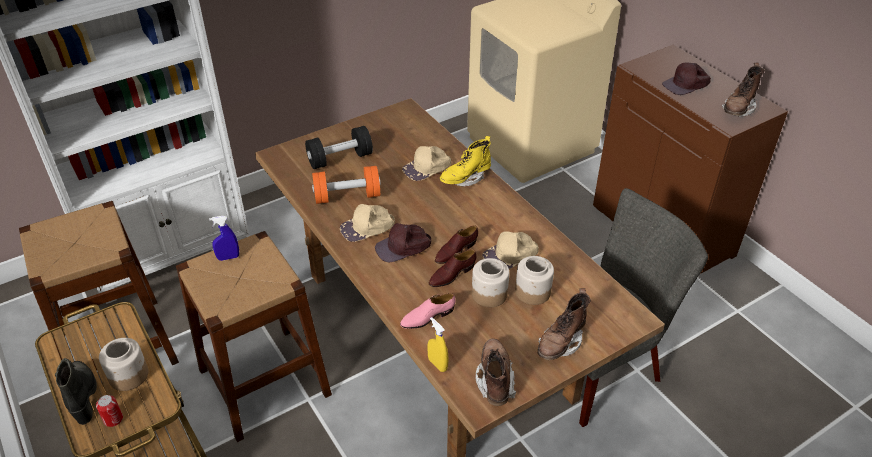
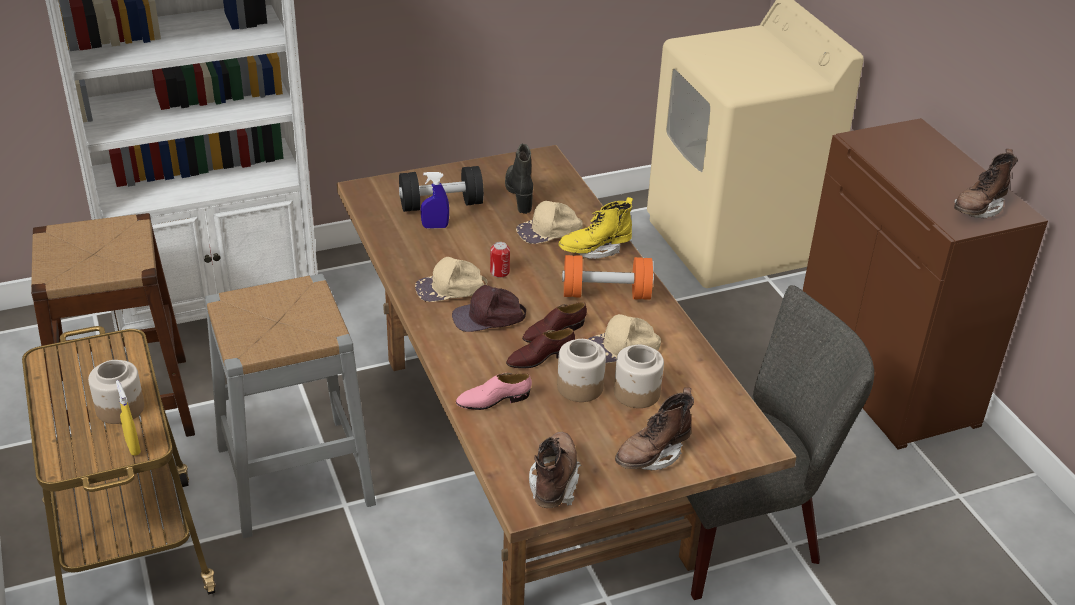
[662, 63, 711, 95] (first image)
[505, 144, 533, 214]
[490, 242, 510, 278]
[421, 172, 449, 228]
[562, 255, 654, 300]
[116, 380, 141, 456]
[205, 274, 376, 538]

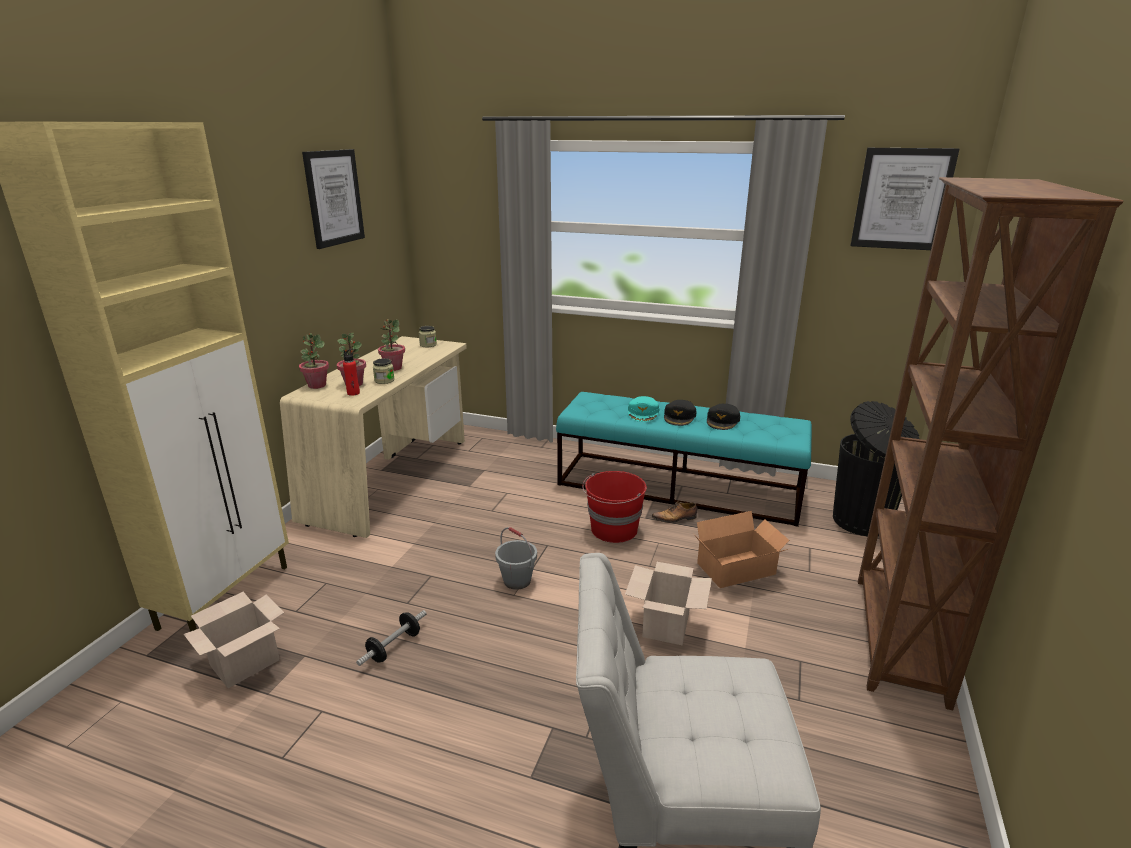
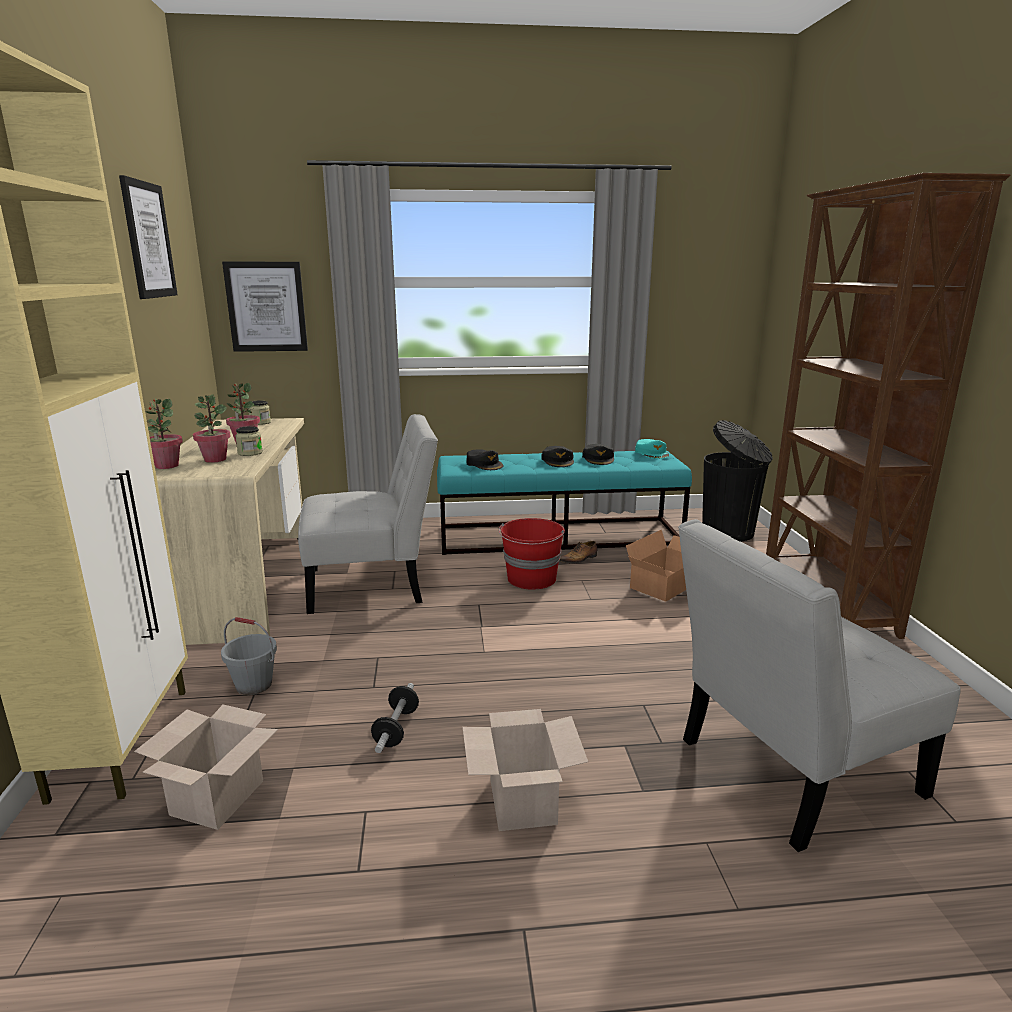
[343, 349, 360, 396] (first image)
[298, 414, 438, 614]
[466, 449, 503, 470]
[221, 617, 277, 695]
[463, 709, 588, 831]
[635, 439, 669, 459]
[222, 262, 308, 352]

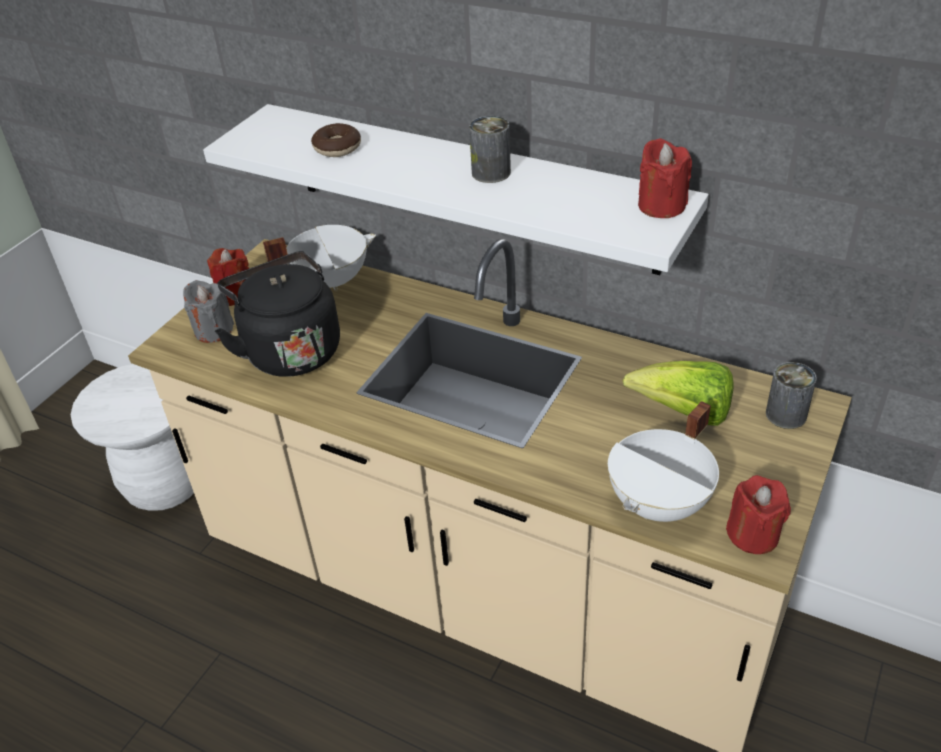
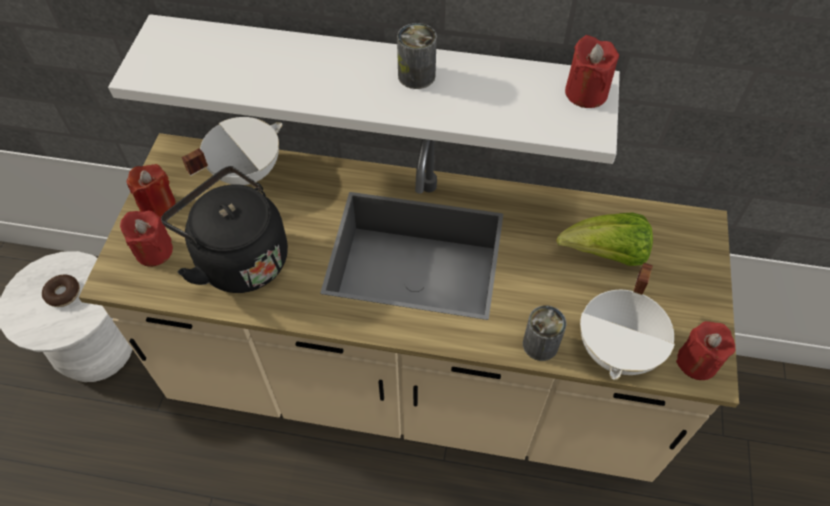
[42, 275, 80, 307]
[523, 305, 567, 361]
[120, 211, 173, 267]

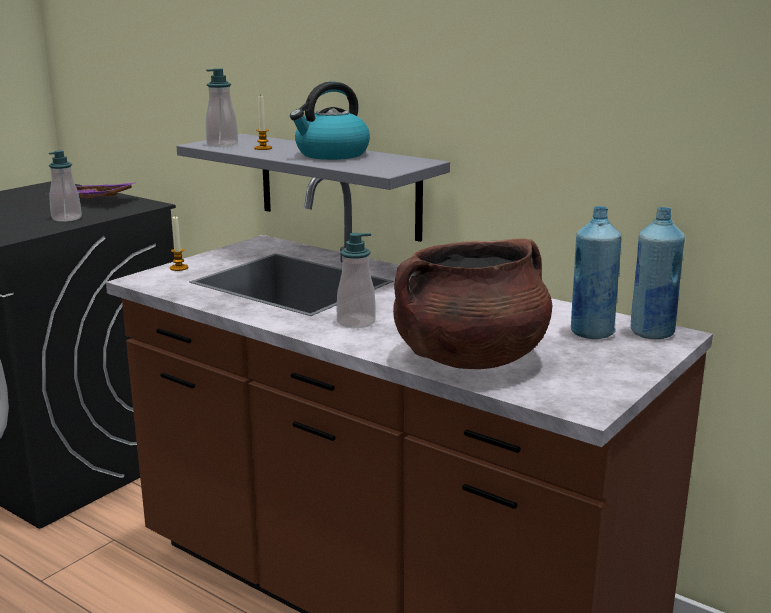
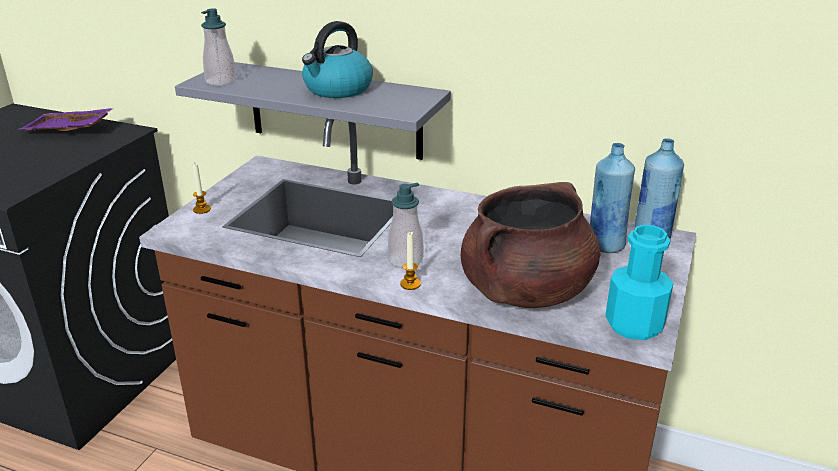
[49, 150, 82, 222] (first image)
[605, 225, 674, 340]
[400, 232, 421, 290]

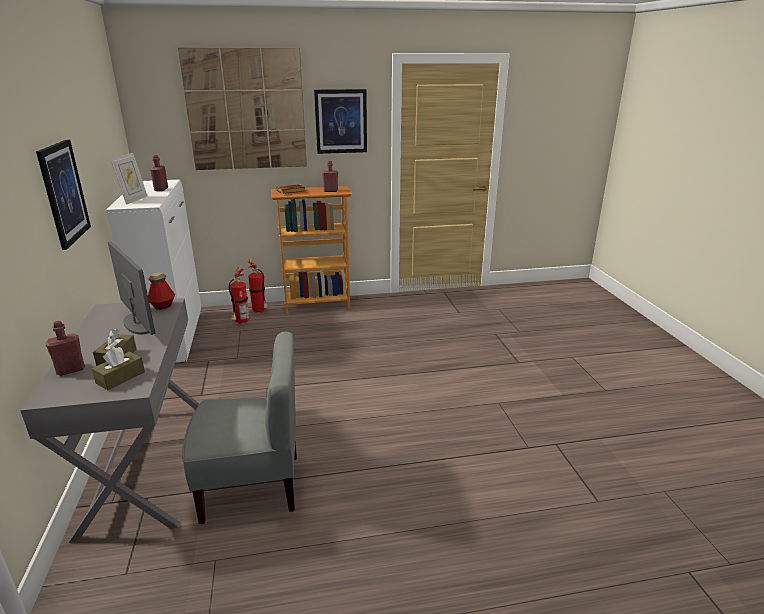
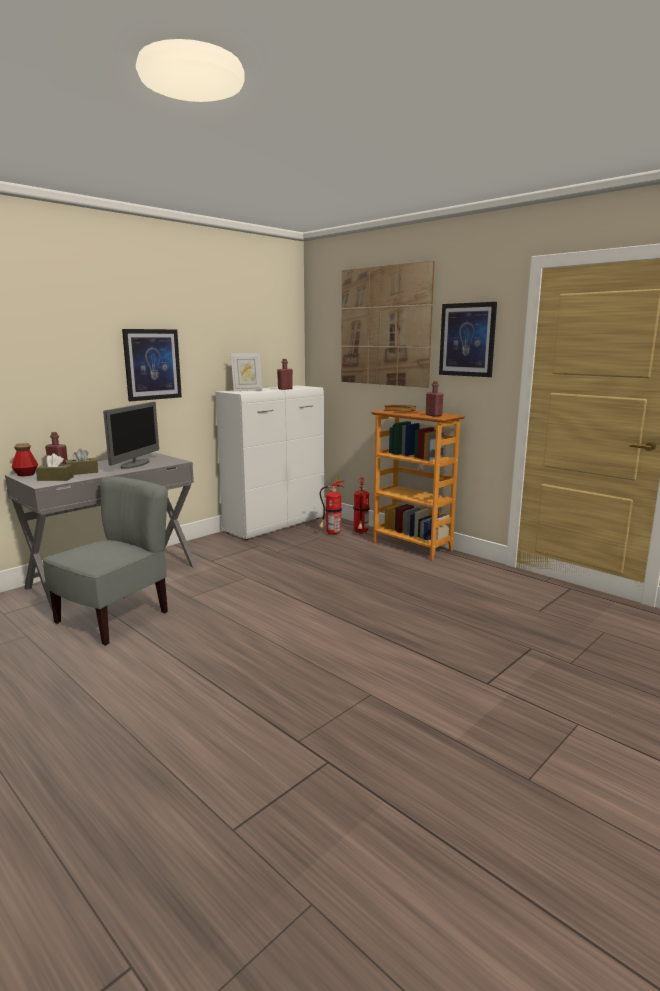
[12, 443, 38, 476]
[42, 476, 168, 645]

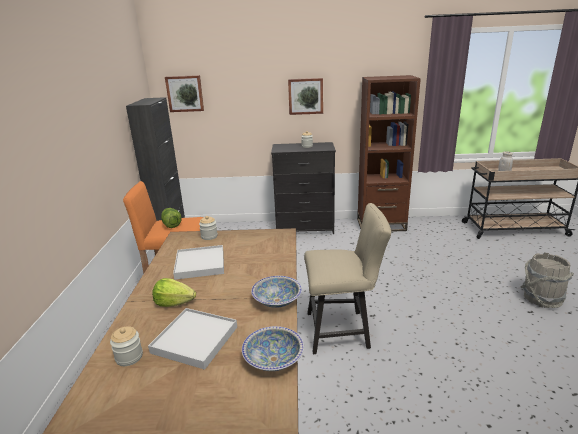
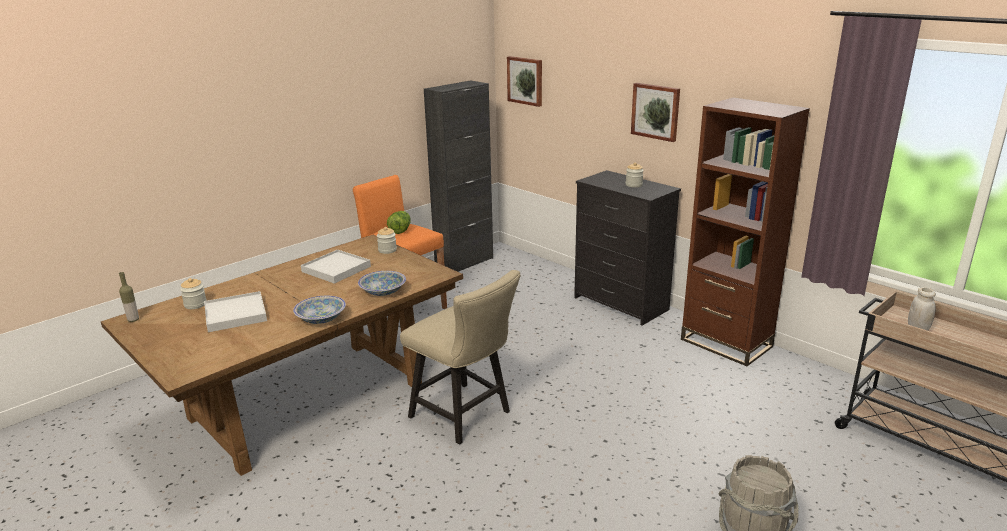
[152, 278, 196, 307] (first image)
[119, 272, 139, 322]
[358, 271, 406, 296]

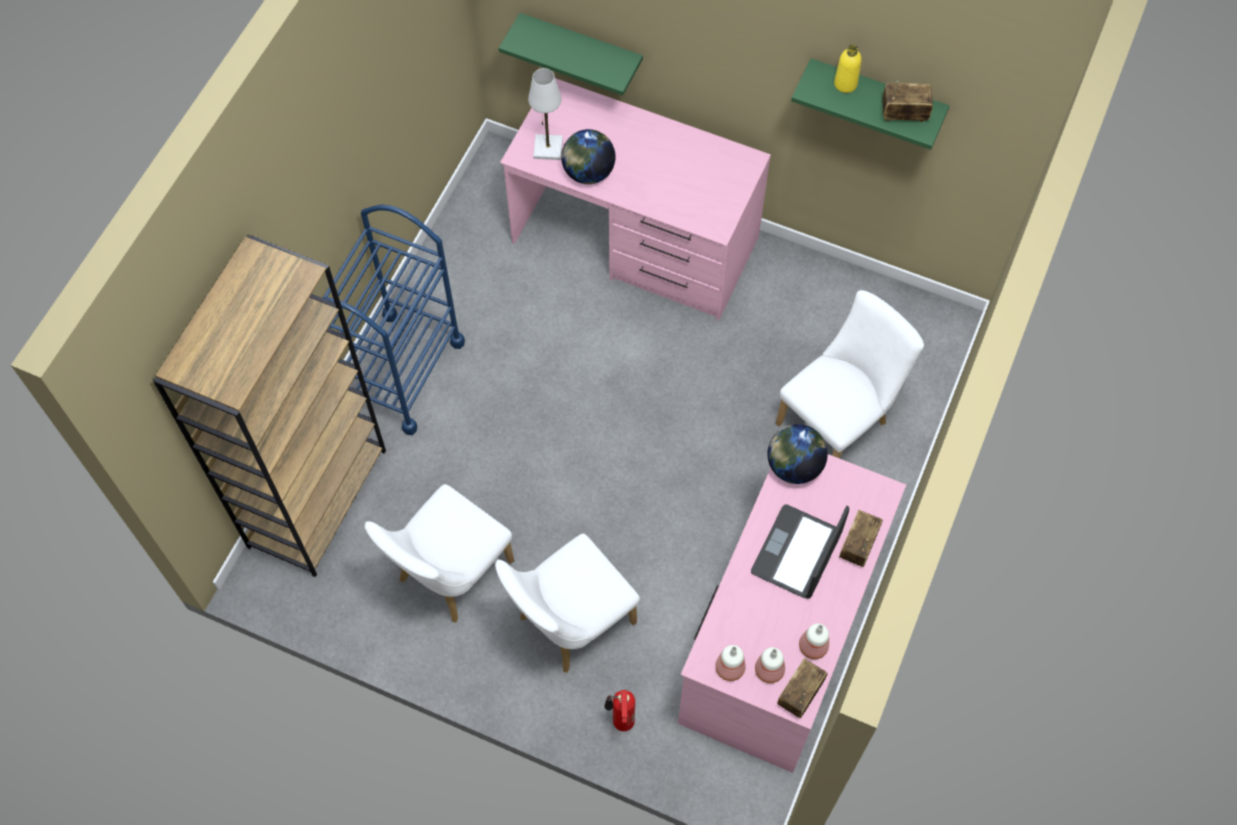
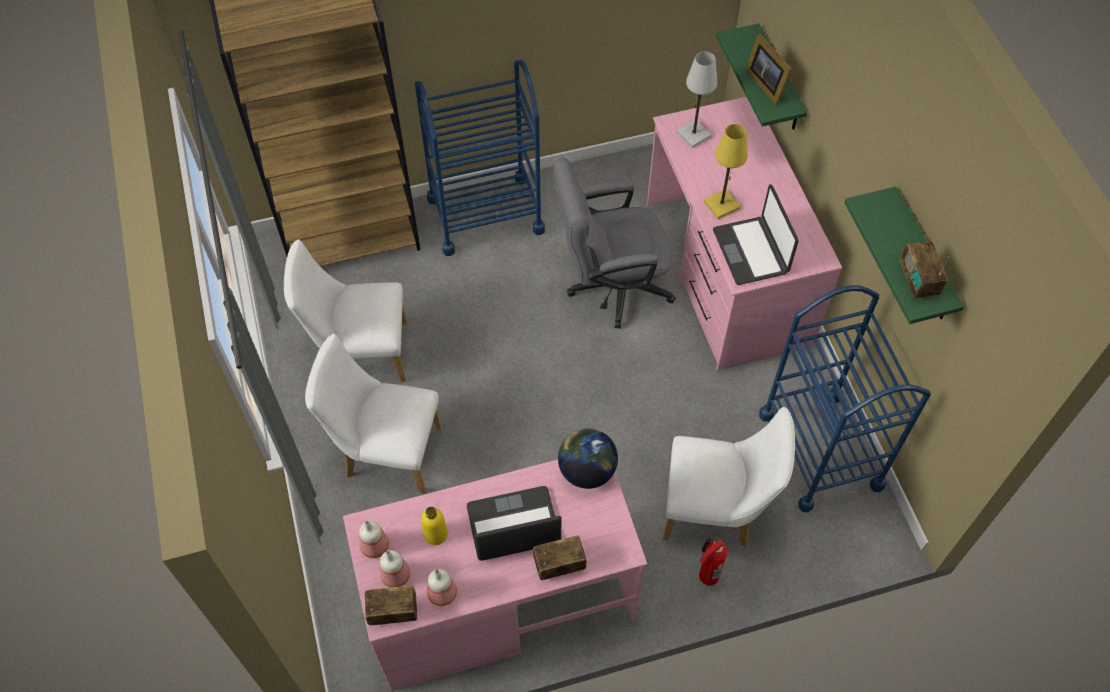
[561, 129, 616, 184] (first image)
[553, 158, 676, 329]
[704, 124, 748, 219]
[713, 184, 798, 285]
[745, 33, 792, 105]
[759, 285, 931, 512]
[699, 536, 727, 586]
[421, 507, 448, 545]
[900, 241, 949, 299]

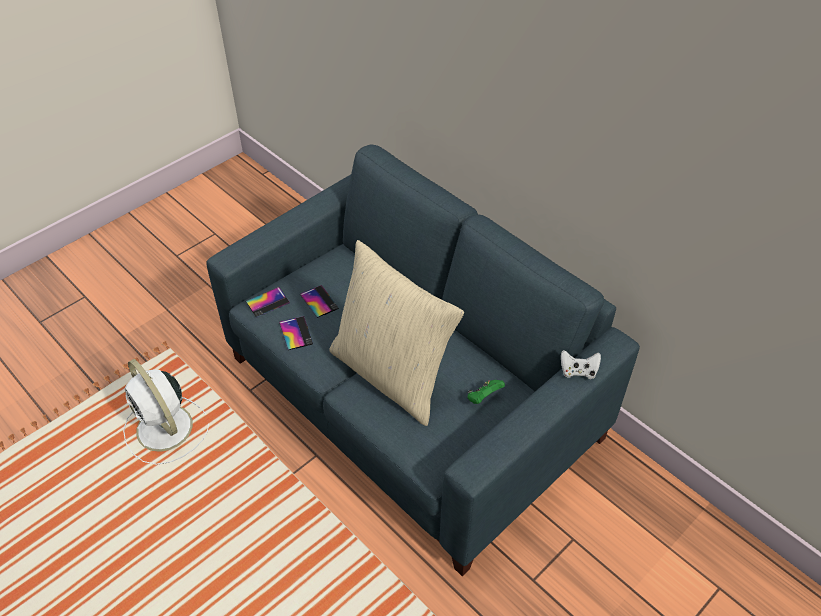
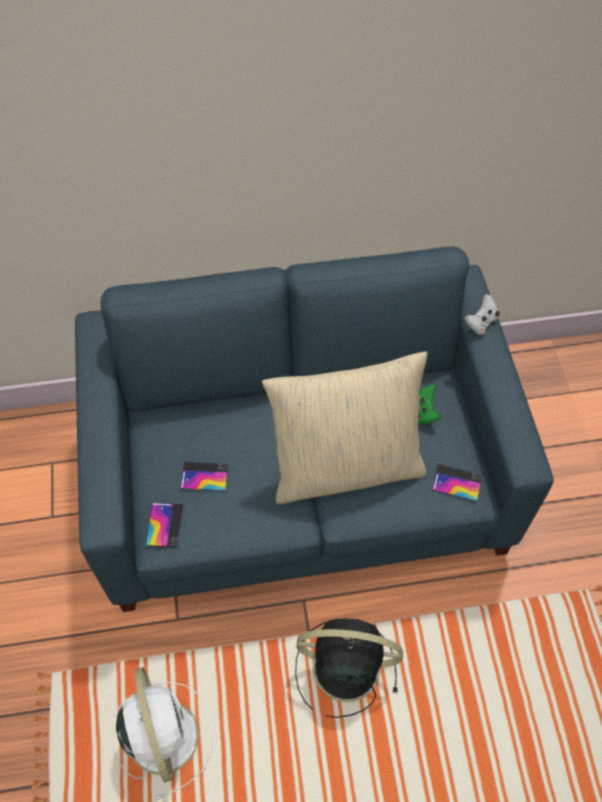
[295, 618, 403, 718]
[432, 464, 482, 501]
[110, 667, 214, 800]

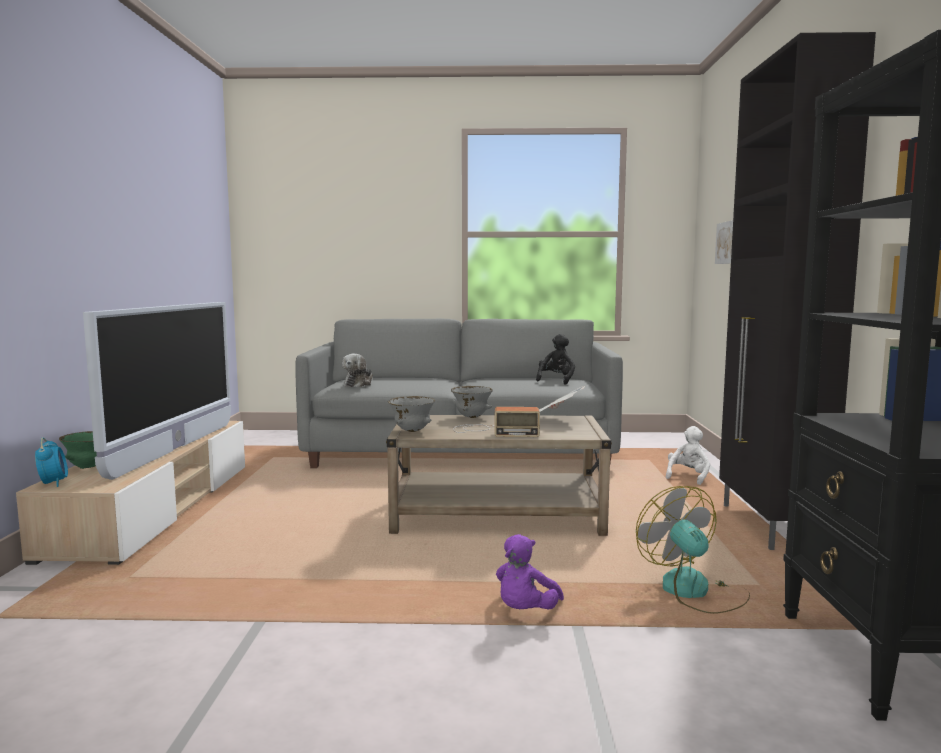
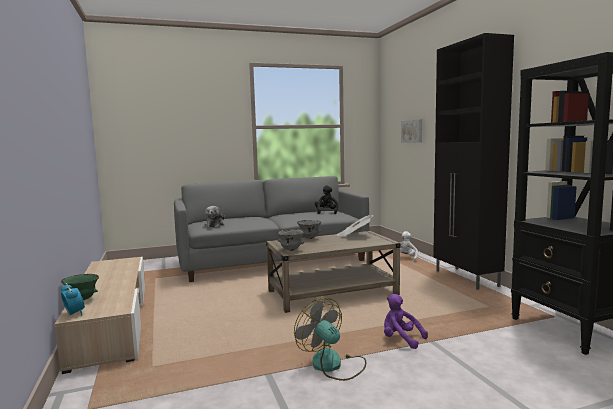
[83, 302, 231, 480] (first image)
[453, 407, 540, 437] (first image)
[294, 298, 366, 381]
[384, 294, 428, 349]

